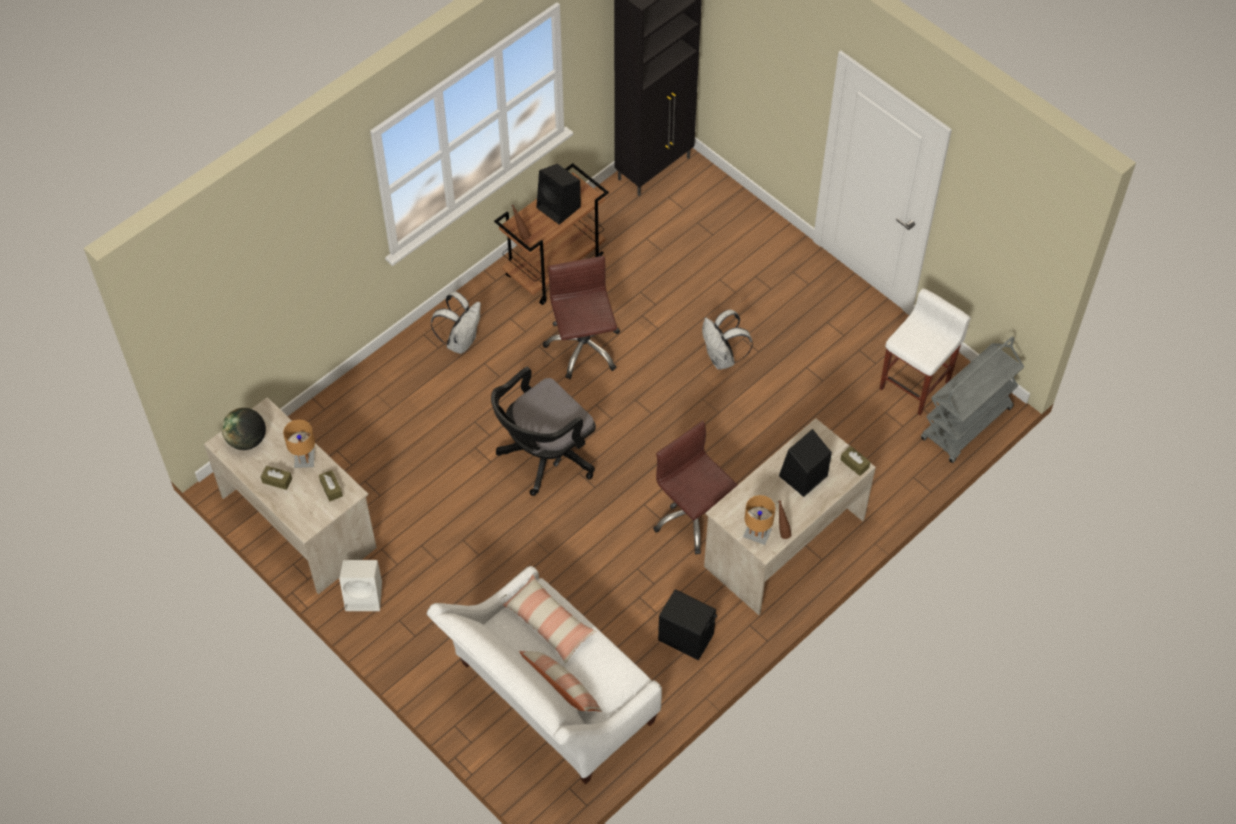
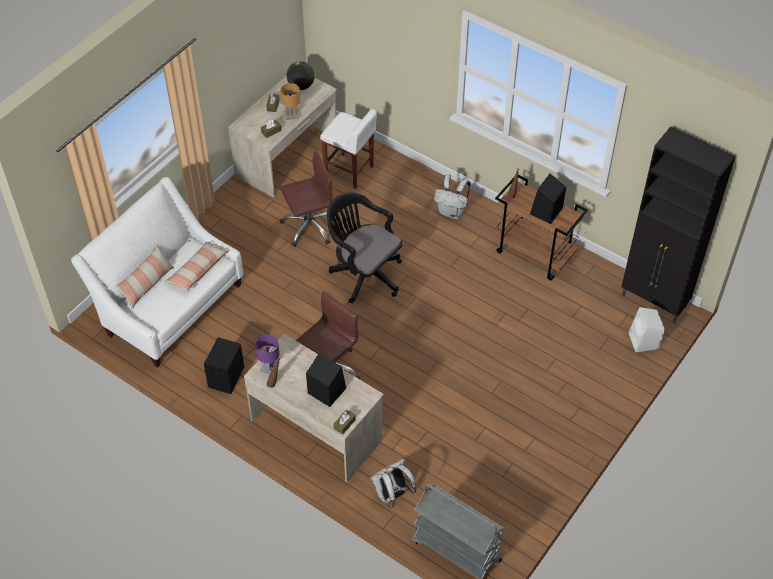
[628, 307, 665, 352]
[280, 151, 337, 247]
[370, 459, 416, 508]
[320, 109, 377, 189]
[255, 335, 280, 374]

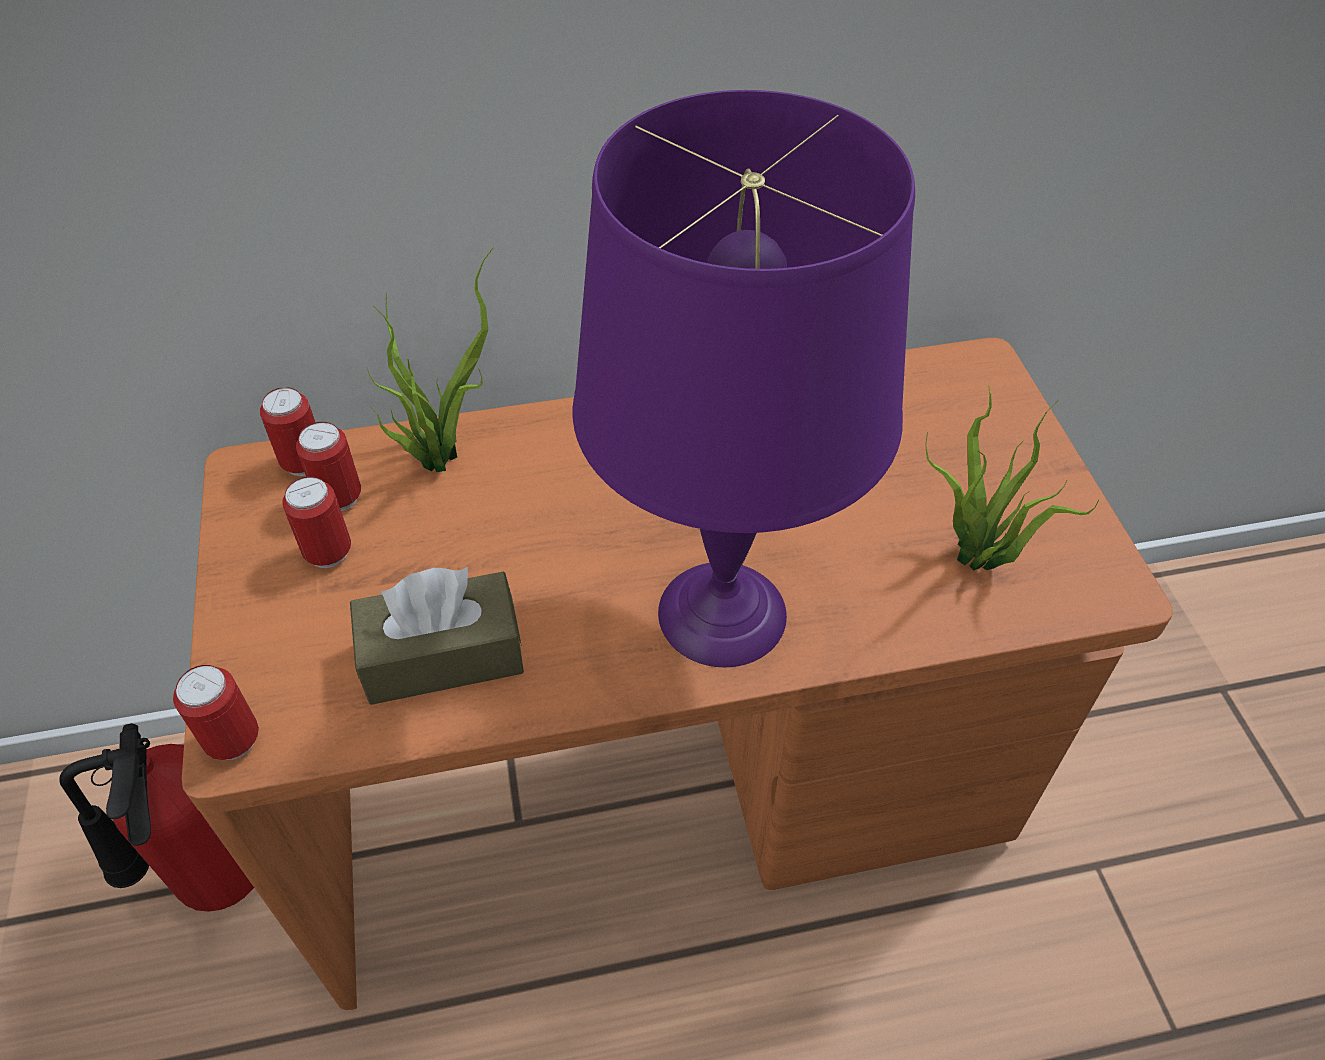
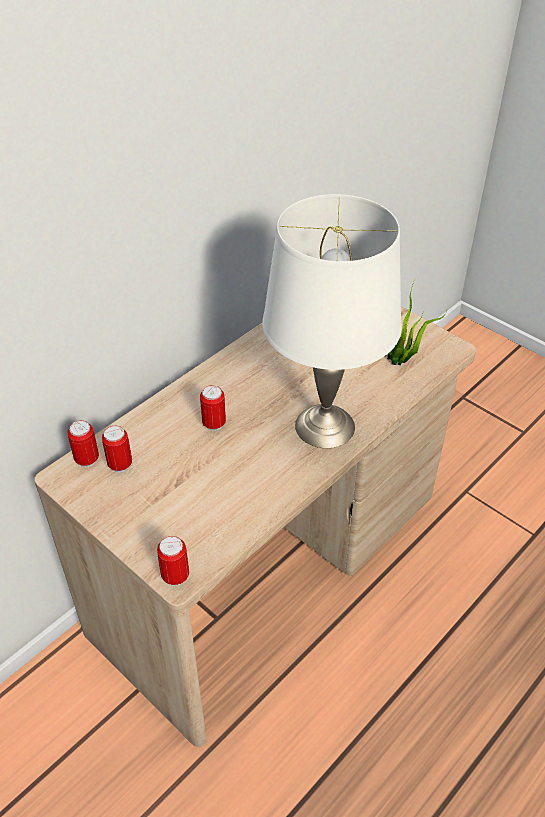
[59, 723, 254, 912] (first image)
[350, 567, 524, 705] (first image)
[367, 247, 494, 472] (first image)
[200, 385, 226, 431]
[34, 307, 476, 747]
[262, 194, 402, 448]

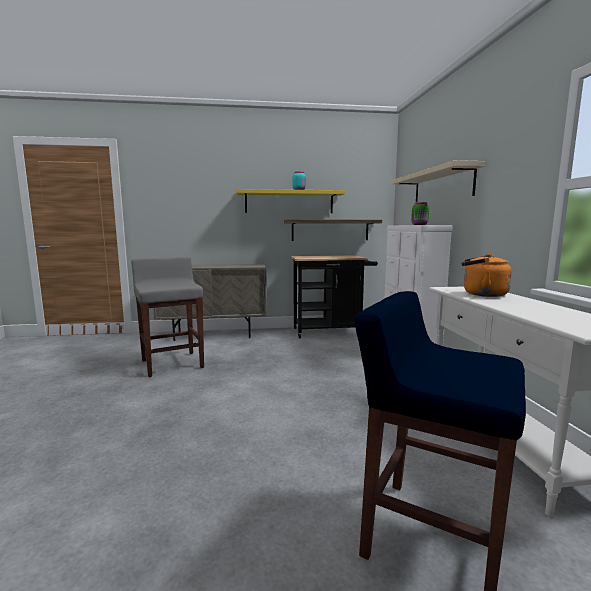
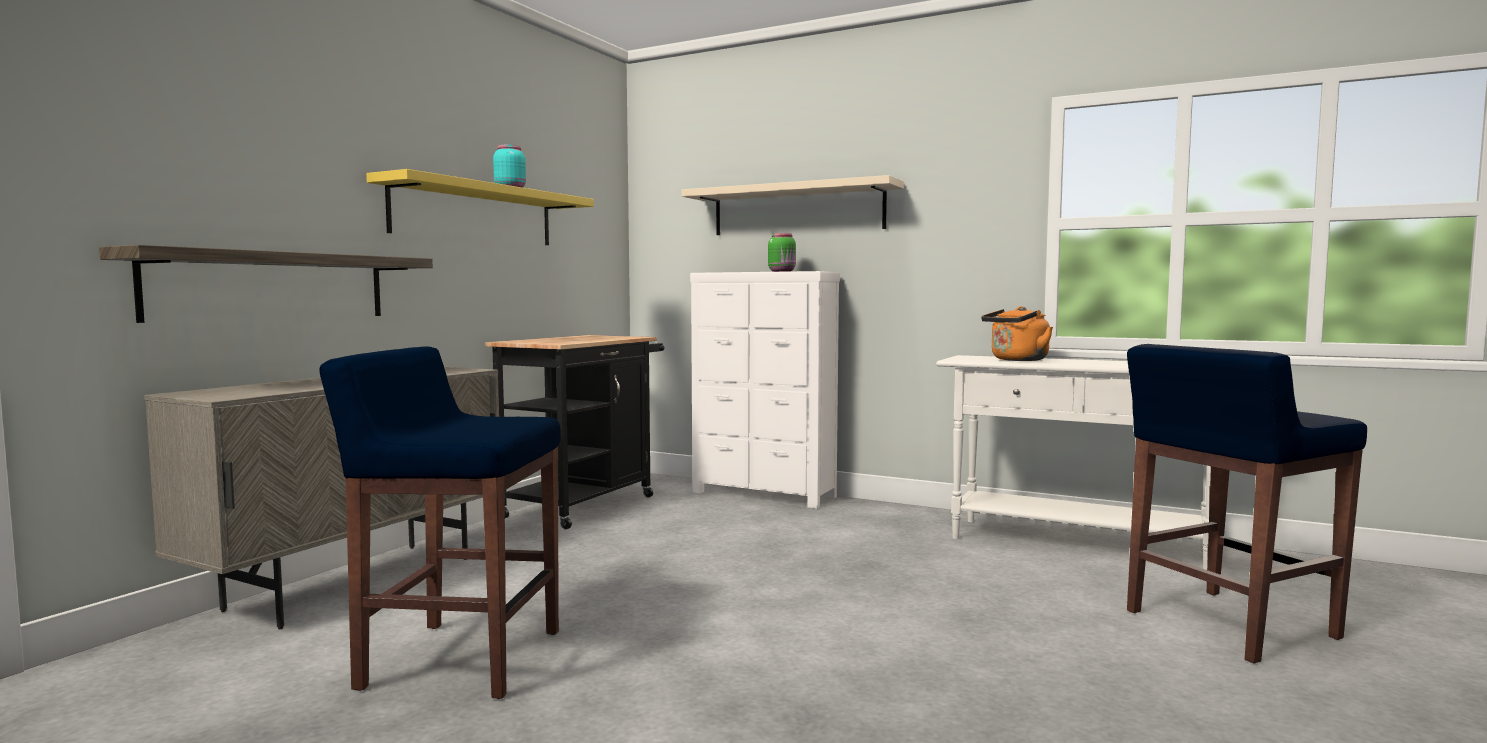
[99, 245, 433, 323]
[319, 347, 561, 699]

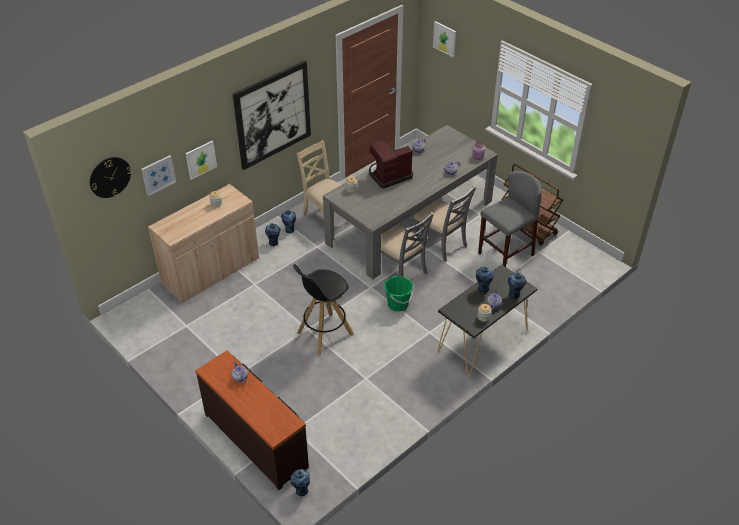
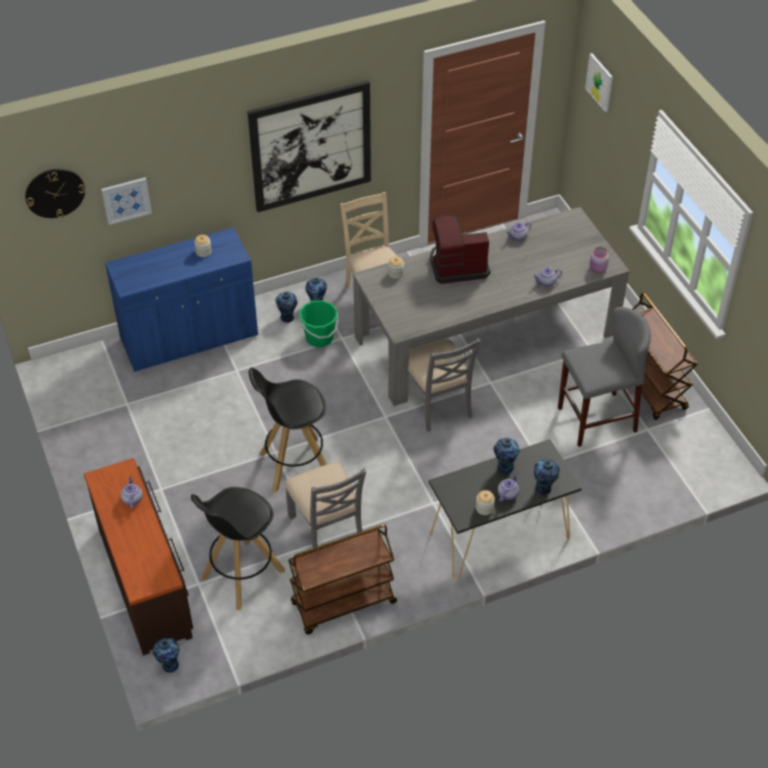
[186, 141, 217, 180] (first image)
[191, 487, 285, 610]
[288, 524, 397, 635]
[299, 300, 339, 347]
[285, 462, 366, 548]
[105, 227, 258, 372]

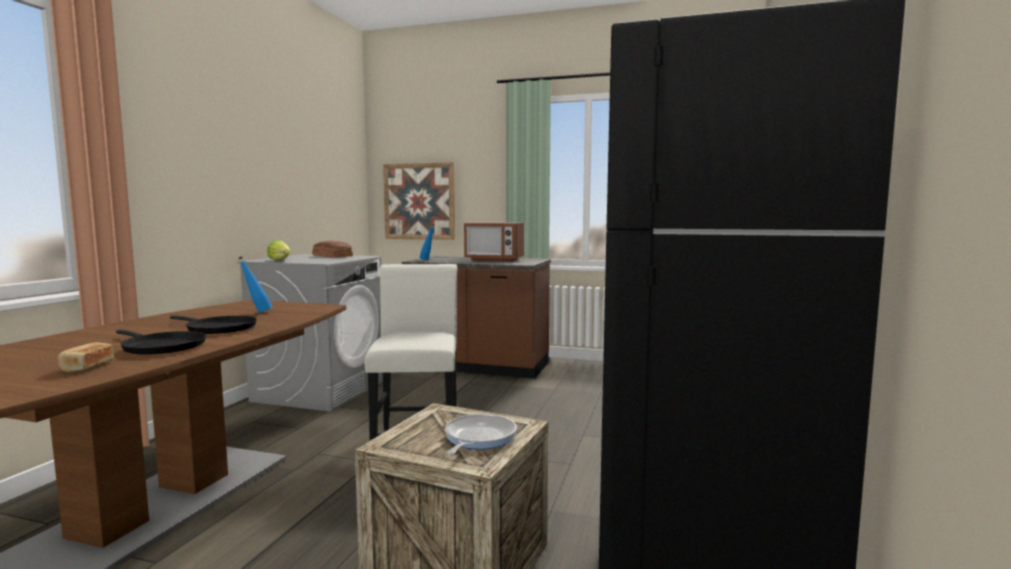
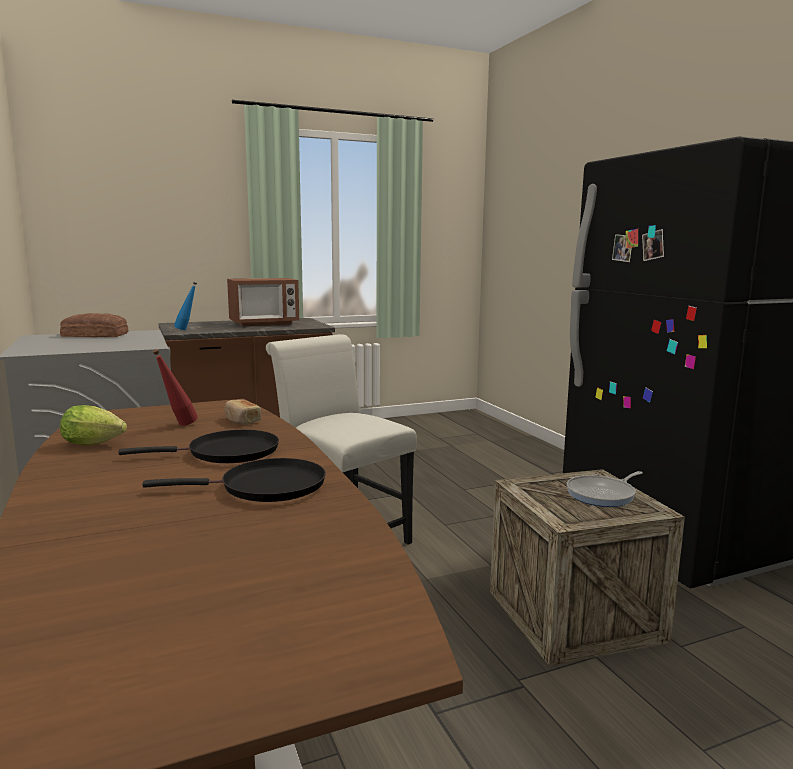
[383, 162, 455, 240] (first image)
[224, 400, 261, 425]
[60, 405, 127, 445]
[153, 349, 198, 426]
[567, 471, 643, 507]

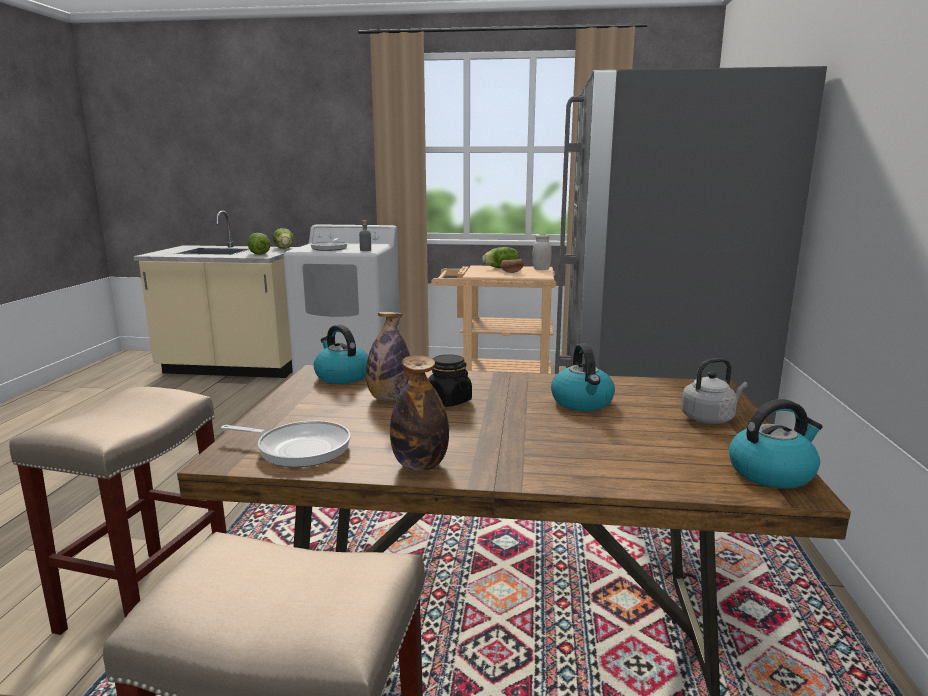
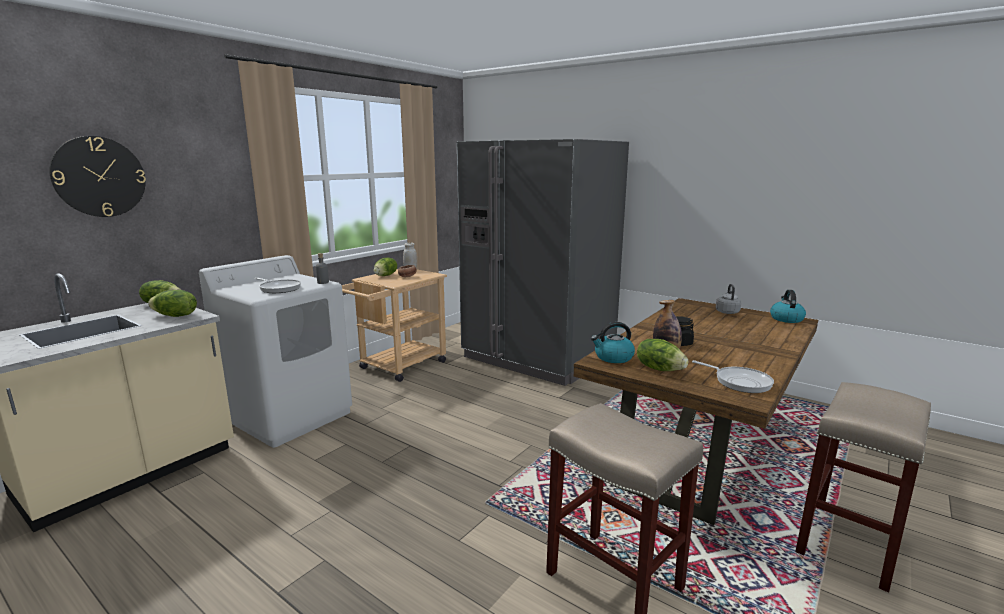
[390, 355, 449, 471] (first image)
[551, 344, 615, 411] (first image)
[49, 136, 146, 217]
[637, 339, 688, 371]
[692, 360, 774, 393]

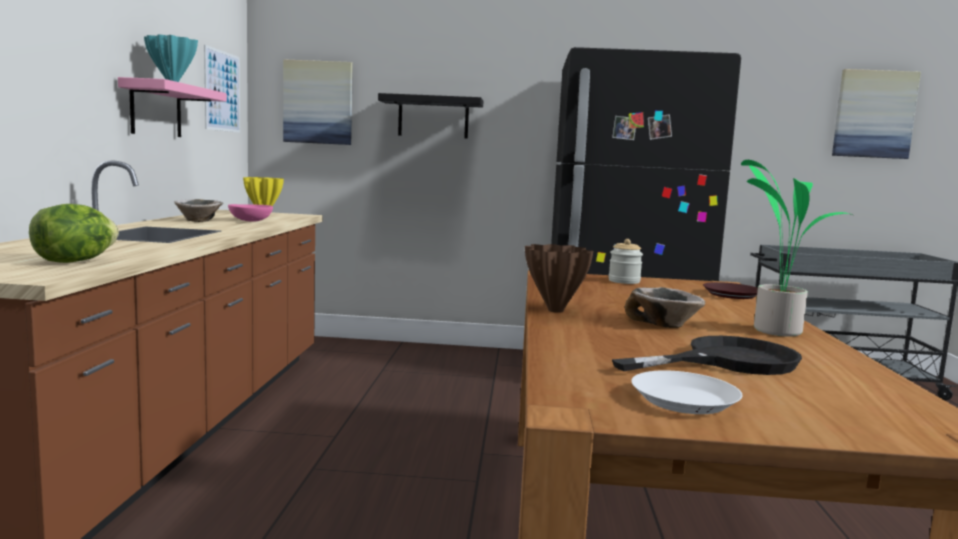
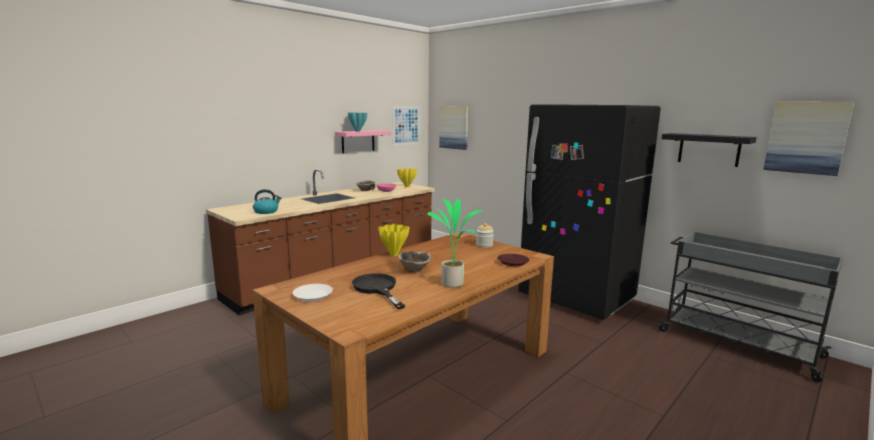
[662, 133, 757, 167]
[253, 189, 281, 214]
[378, 224, 410, 256]
[352, 273, 405, 309]

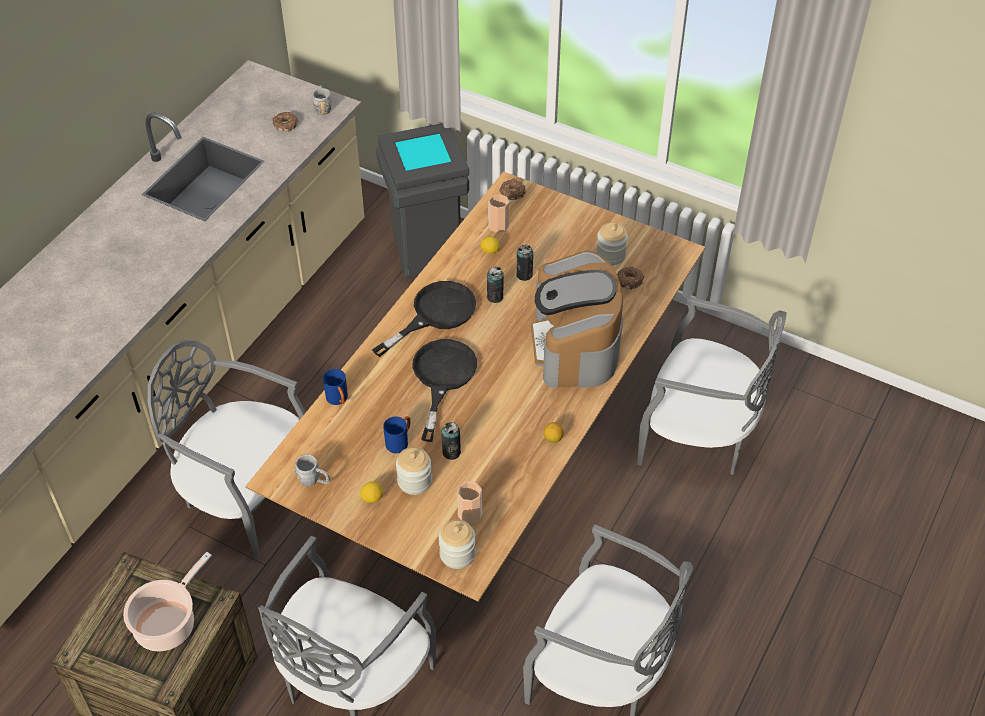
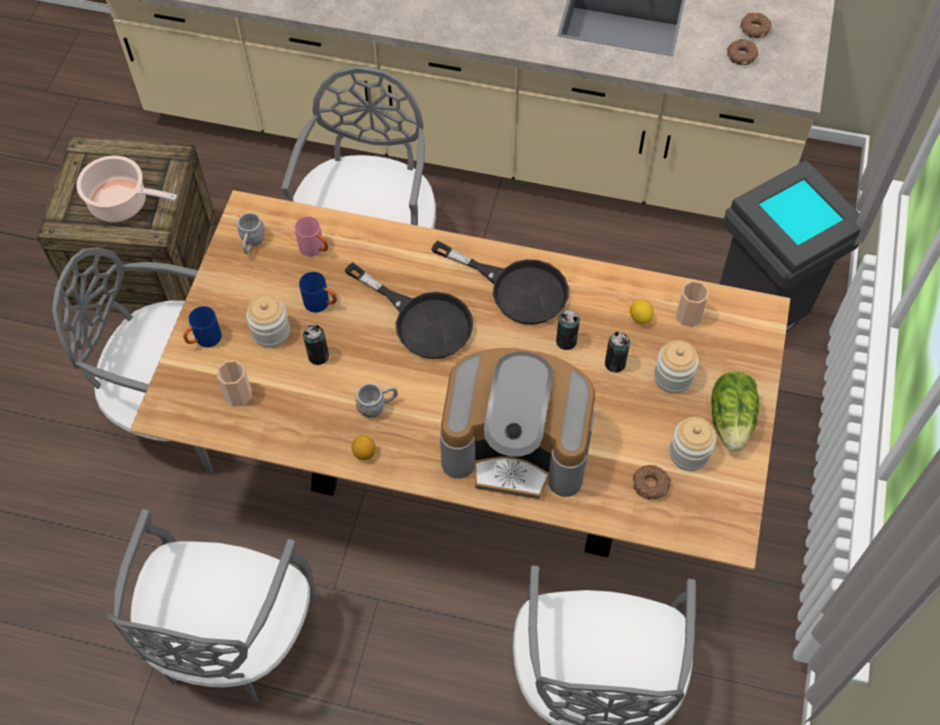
[360, 481, 383, 503] (first image)
[294, 216, 328, 257]
[711, 372, 760, 452]
[356, 383, 398, 418]
[183, 306, 222, 347]
[654, 340, 699, 394]
[740, 13, 772, 38]
[344, 262, 473, 359]
[440, 348, 595, 499]

